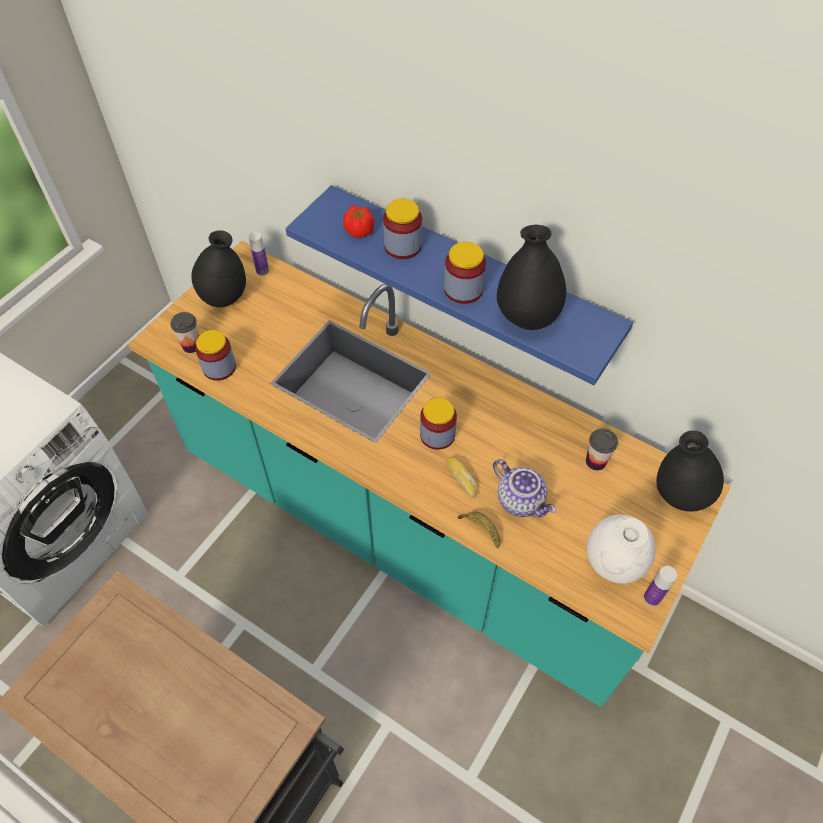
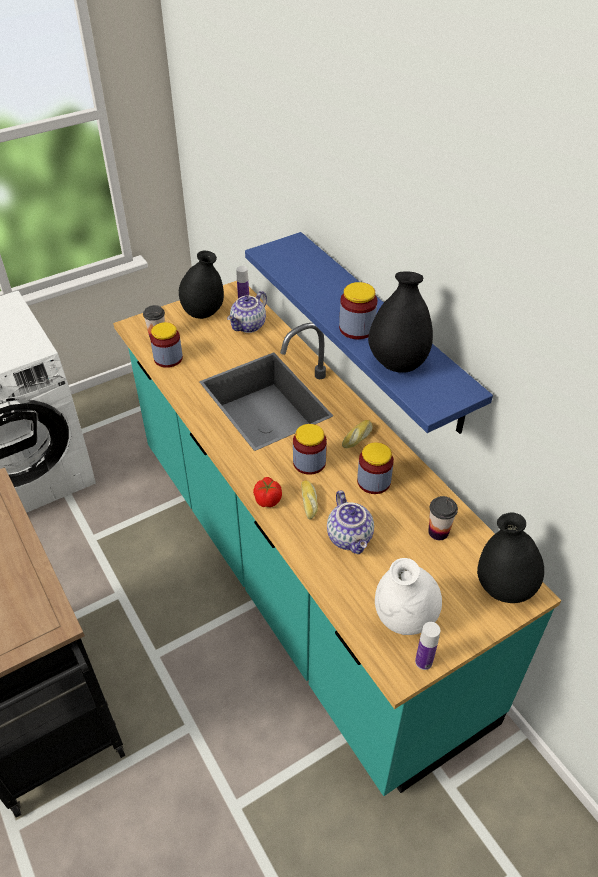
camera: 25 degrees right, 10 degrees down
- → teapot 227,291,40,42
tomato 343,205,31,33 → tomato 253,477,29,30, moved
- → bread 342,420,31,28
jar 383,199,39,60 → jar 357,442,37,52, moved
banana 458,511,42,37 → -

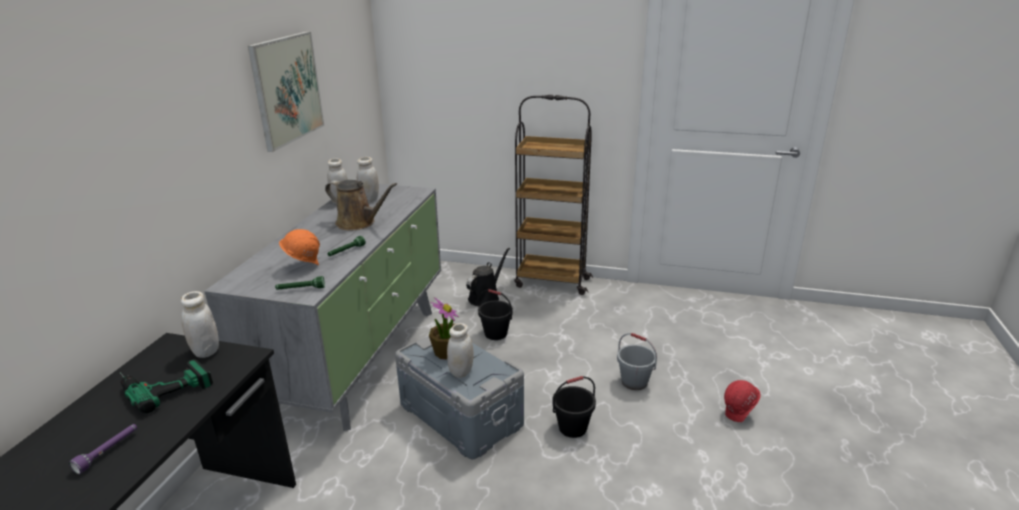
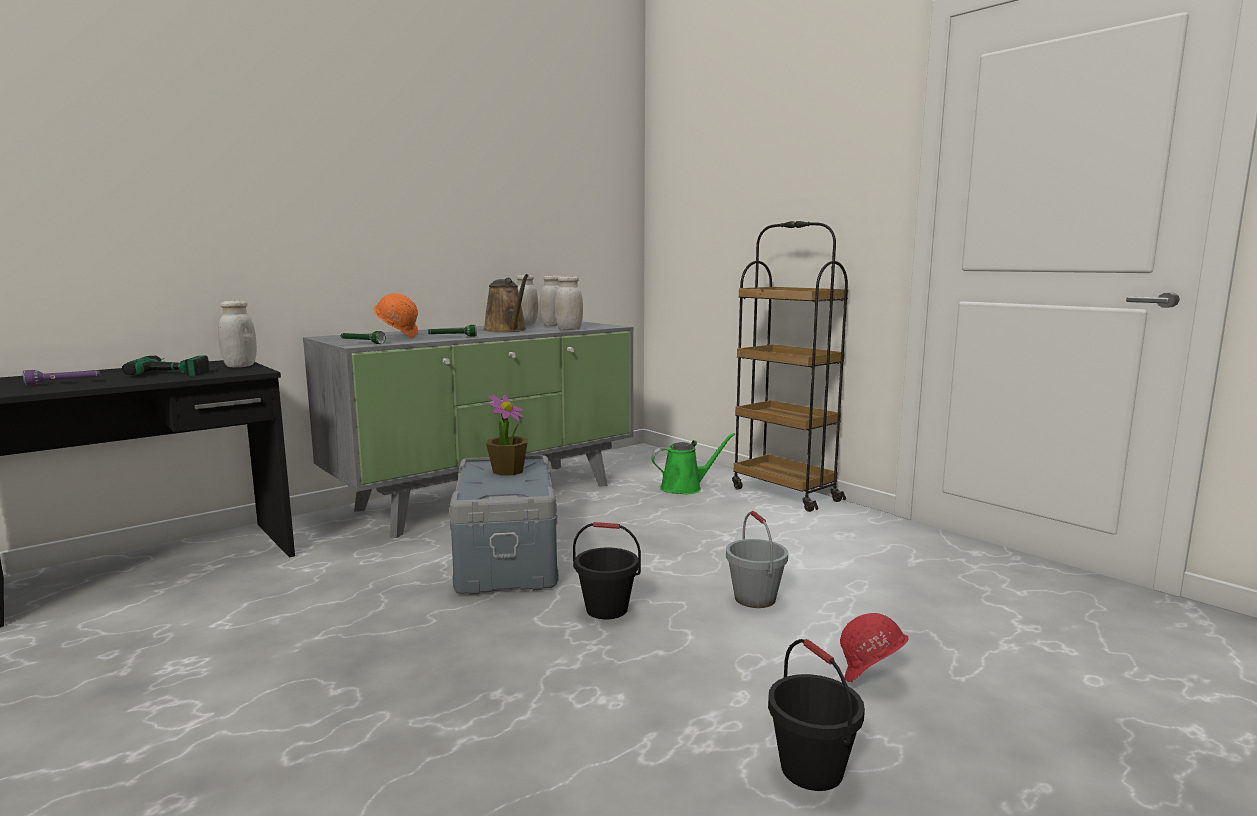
camera: 35 degrees right, 15 degrees down
white jar 447,323,26,55 → white jar 555,276,28,54, moved
black watering can 466,248,44,58 → green watering can 651,433,85,61
black bucket 478,289,35,51 → black bucket 768,639,97,152, moved
picture 248,31,76,121 → -

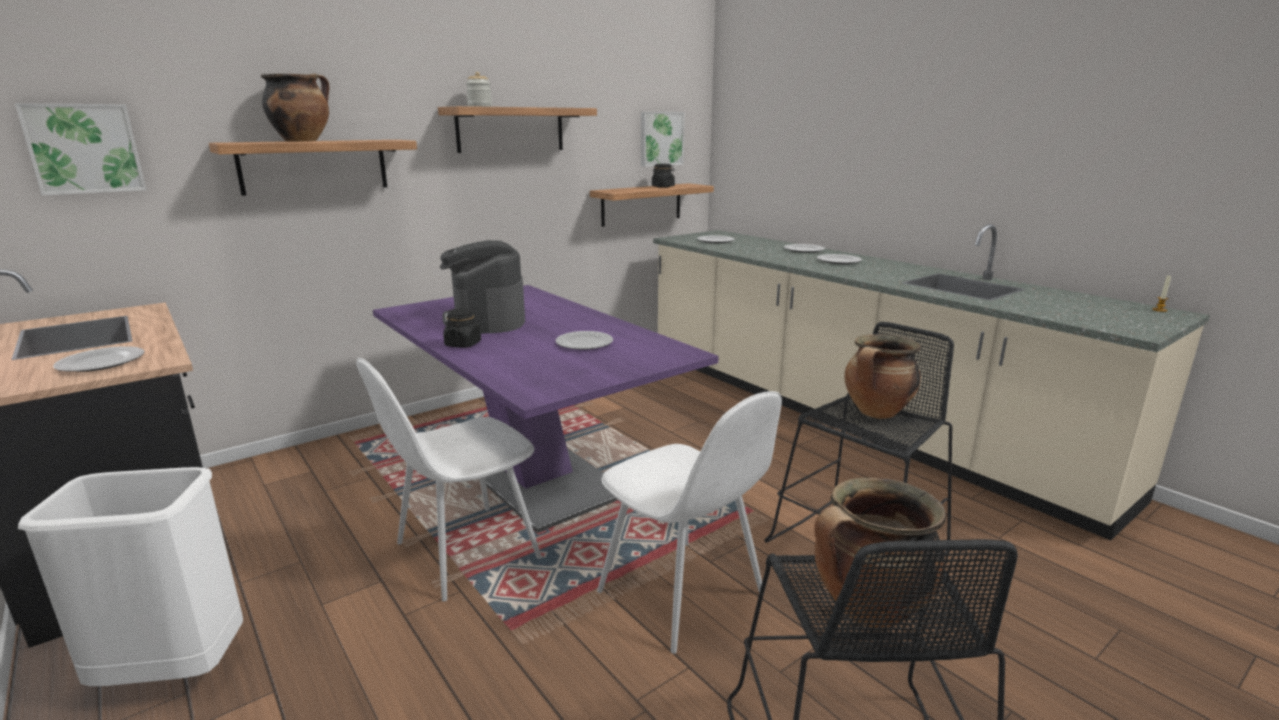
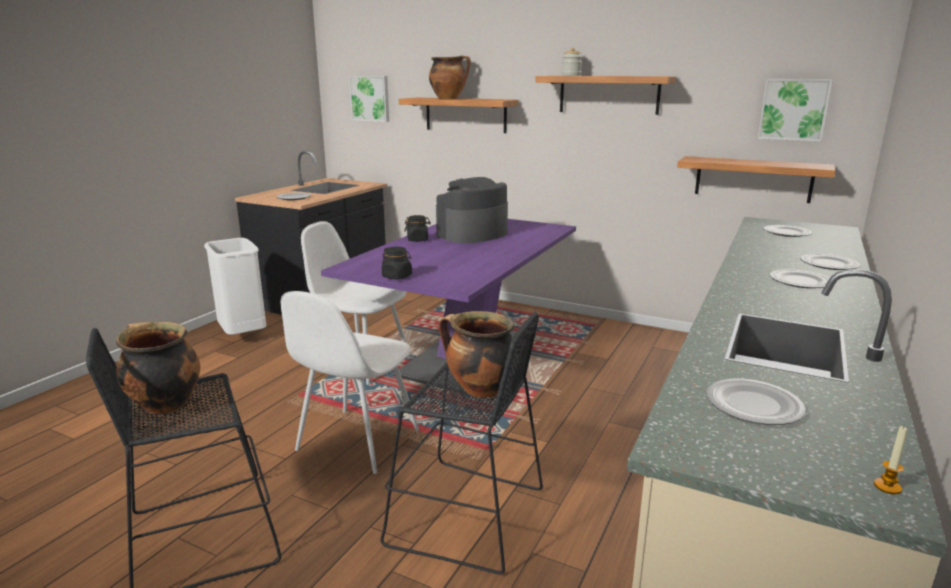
camera: 65 degrees right, 0 degrees up
black jar 652,164,23,24 → black jar 382,247,30,33, moved
plate 556,331,57,19 → plate 706,379,100,46, moved

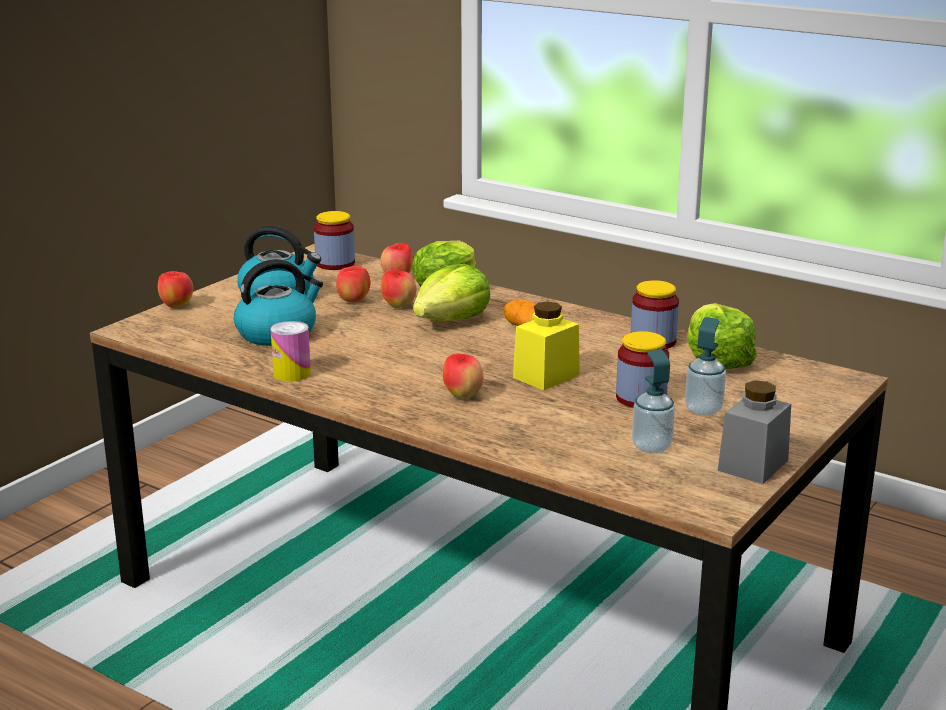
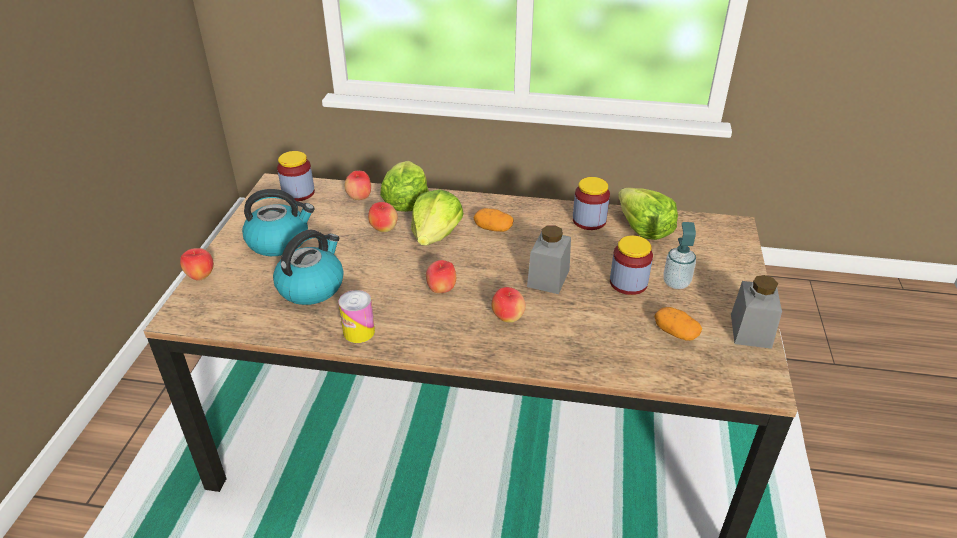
camera: 25 degrees left, 15 degrees up
apple 336,266,34,37 → apple 426,260,30,33, moved
yellow jar 513,301,67,89 → grey jar 527,225,44,69
soap dispenser 632,350,43,104 → potato 654,307,48,34

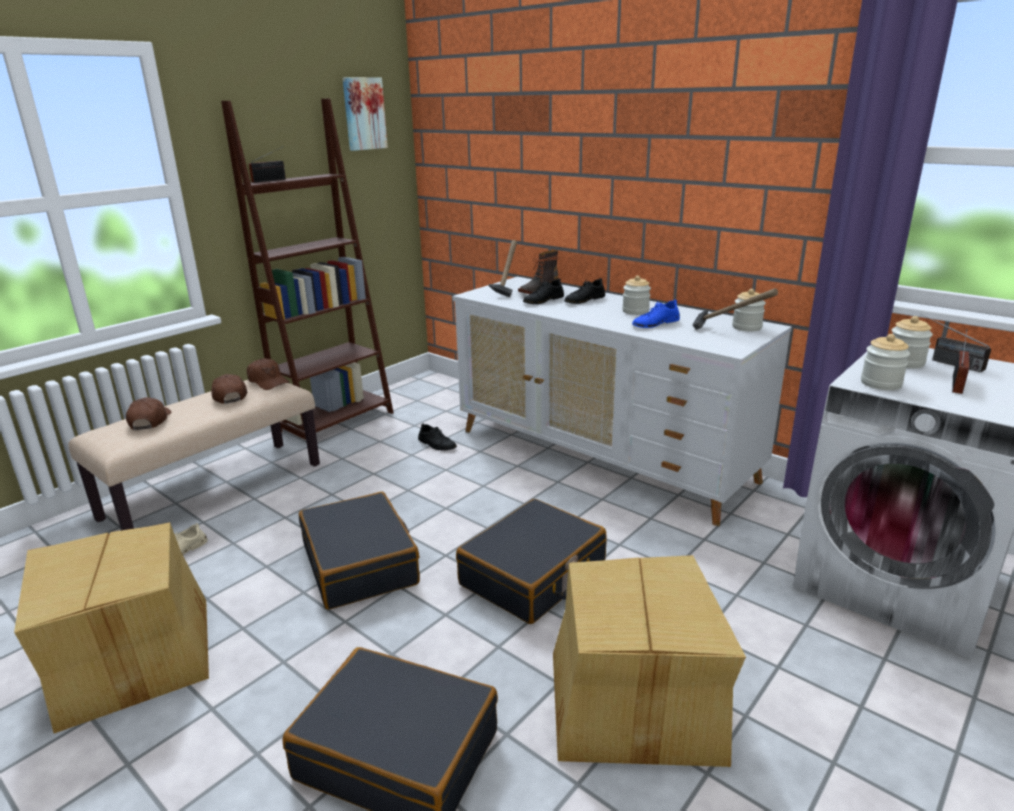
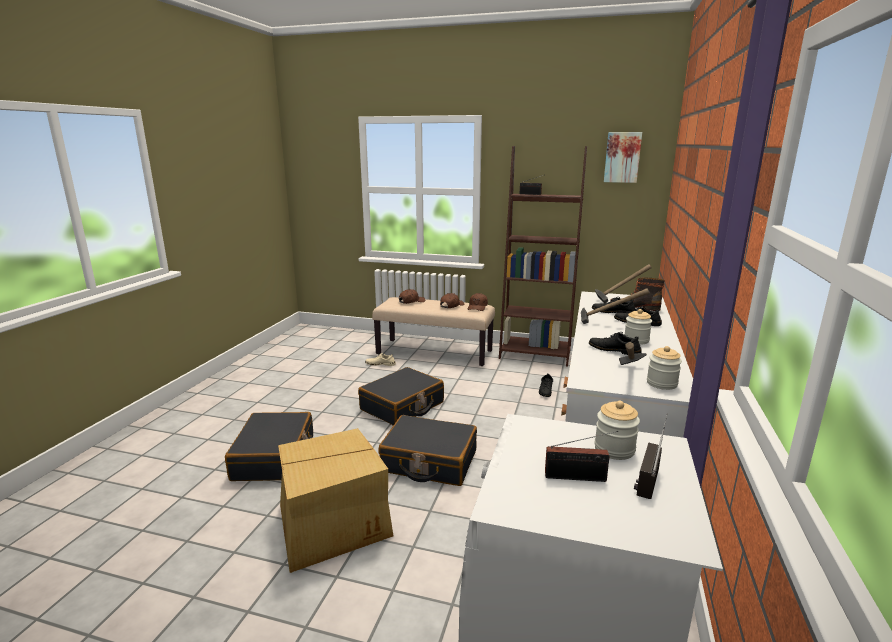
camera: 65 degrees right, 5 degrees down
- → hammer 581,288,69,36
blue shoe 632,299,48,29 → black shoe 589,332,53,23
cardboard box 14,522,195,211 → -
jar 861,334,49,56 → -

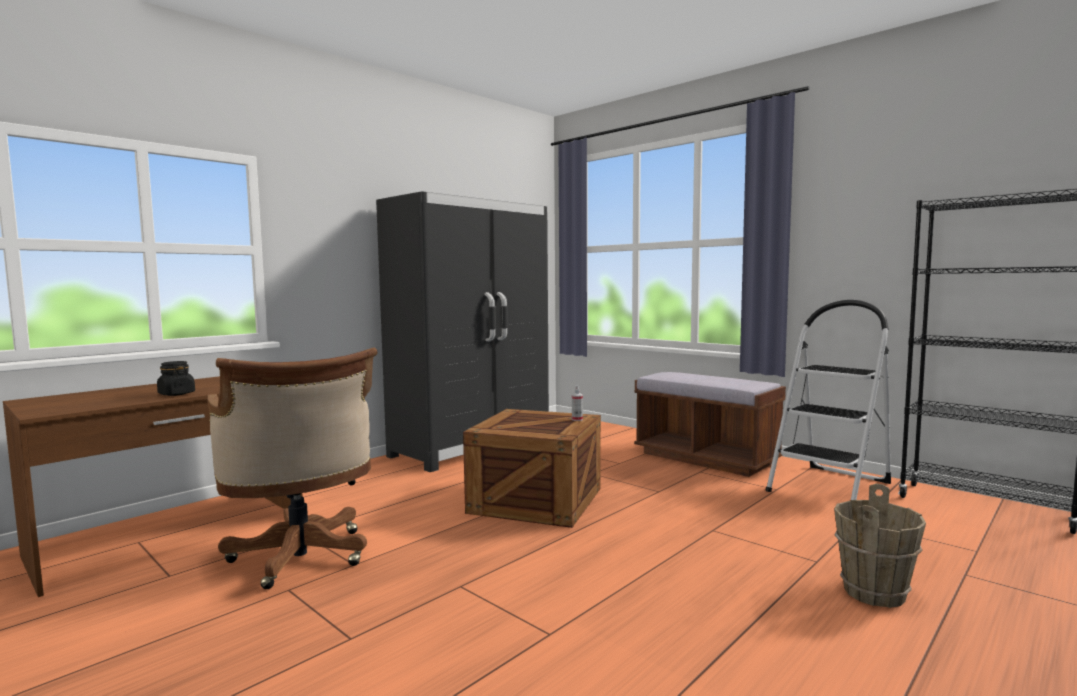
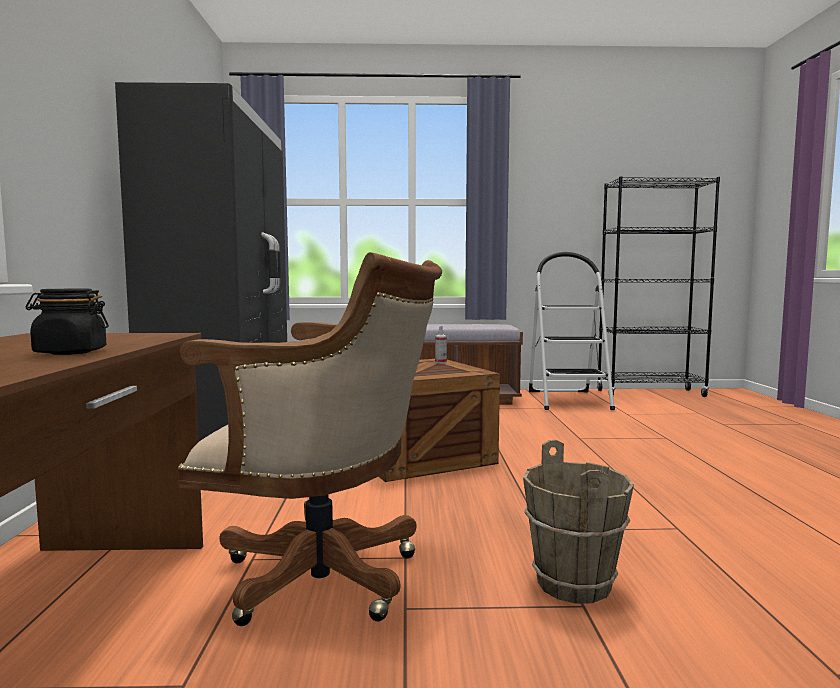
camera: 45 degrees left, 0 degrees up
brown bucket 834,484,92,124 → brown bucket 523,440,111,164, moved

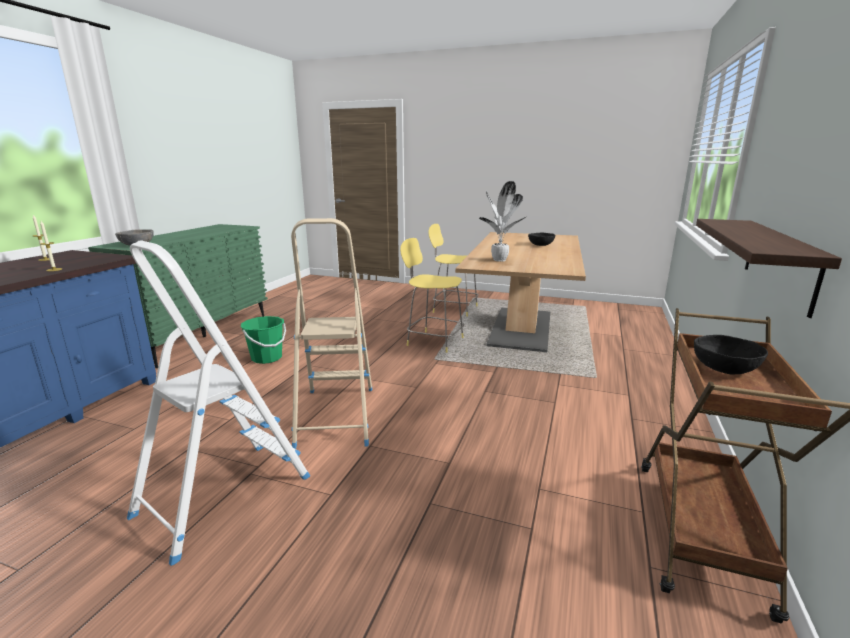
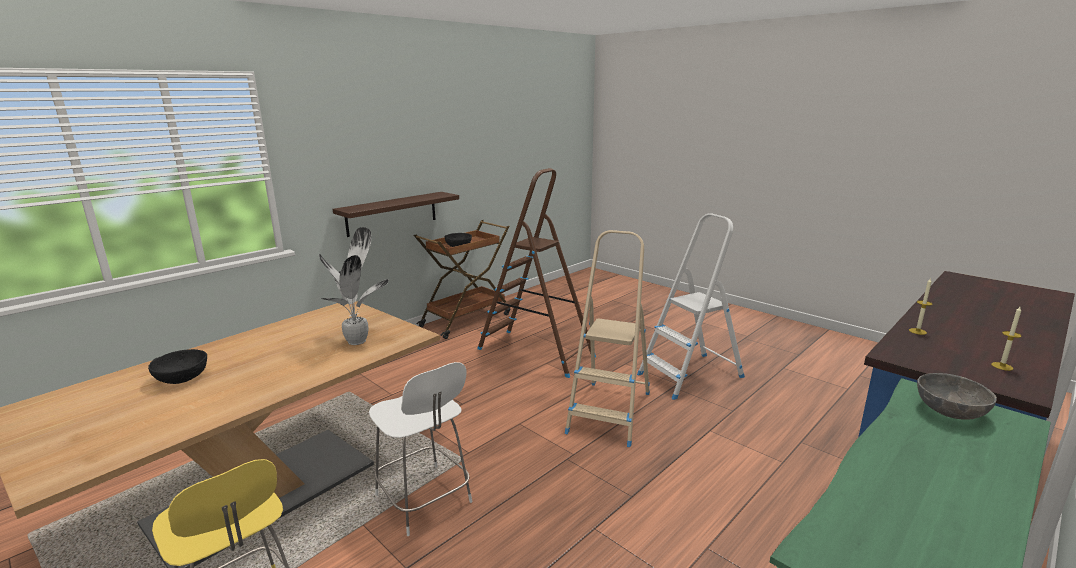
camera: 155 degrees left, 0 degrees up
yellow stool 400,238,64,115 → white stool 369,362,103,174
- → brown step ladder 477,168,119,210
green bucket 241,316,45,48 → -

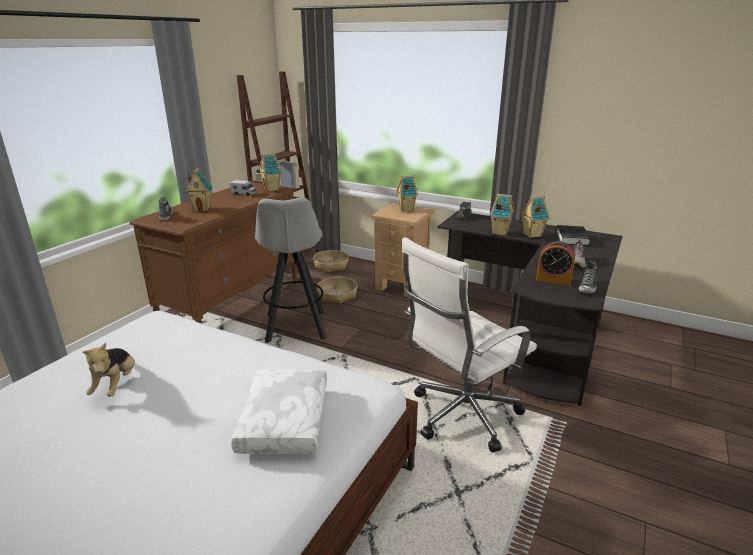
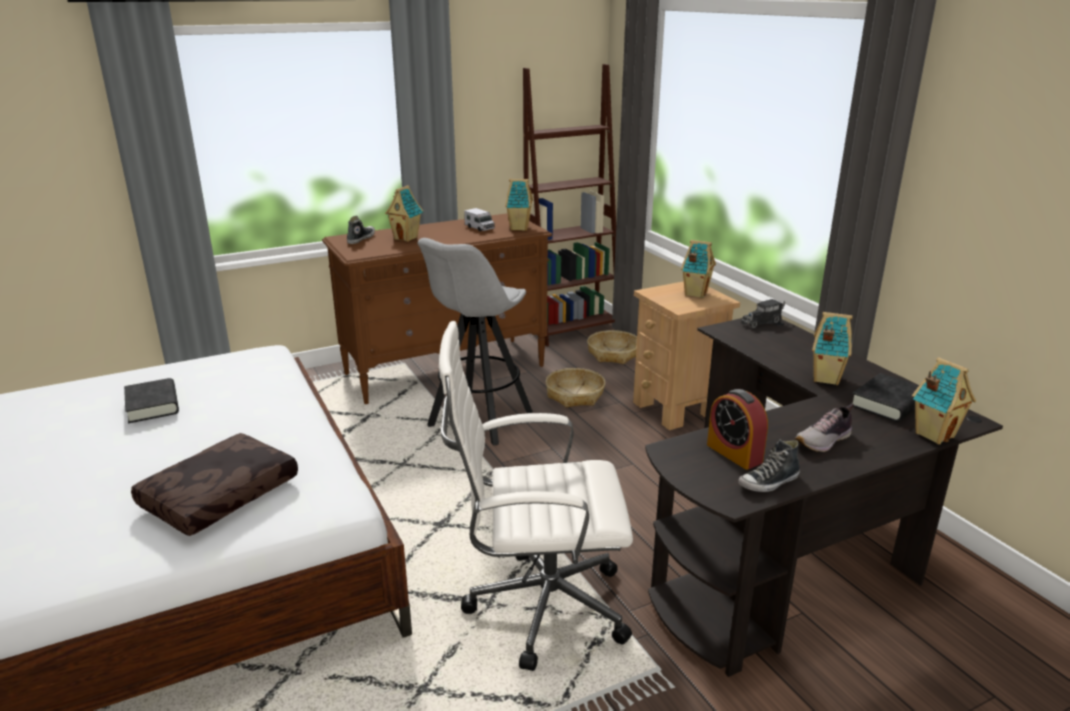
camera: 35 degrees right, 0 degrees up
plush toy 82,342,53,55 → black book 124,378,55,45
white pillow 231,369,96,85 → brown pillow 131,433,167,103
toy house 490,194,25,42 → toy house 912,357,64,87, moved

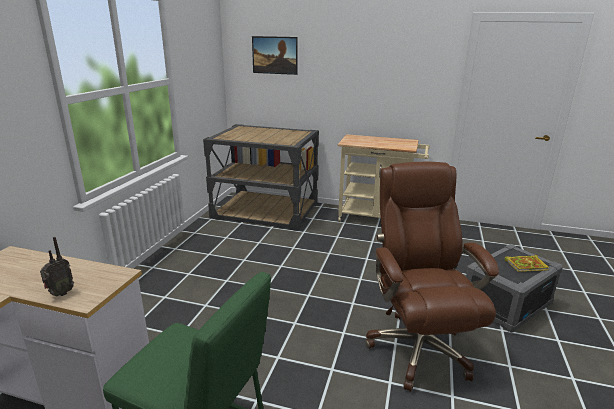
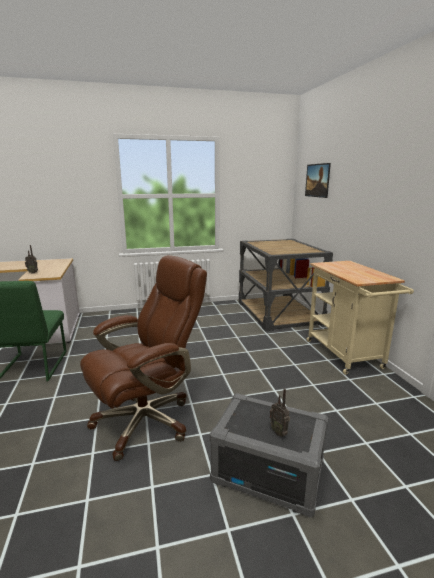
camera: 60 degrees right, 5 degrees down
book 505,255,44,17 → radio 270,389,20,48

